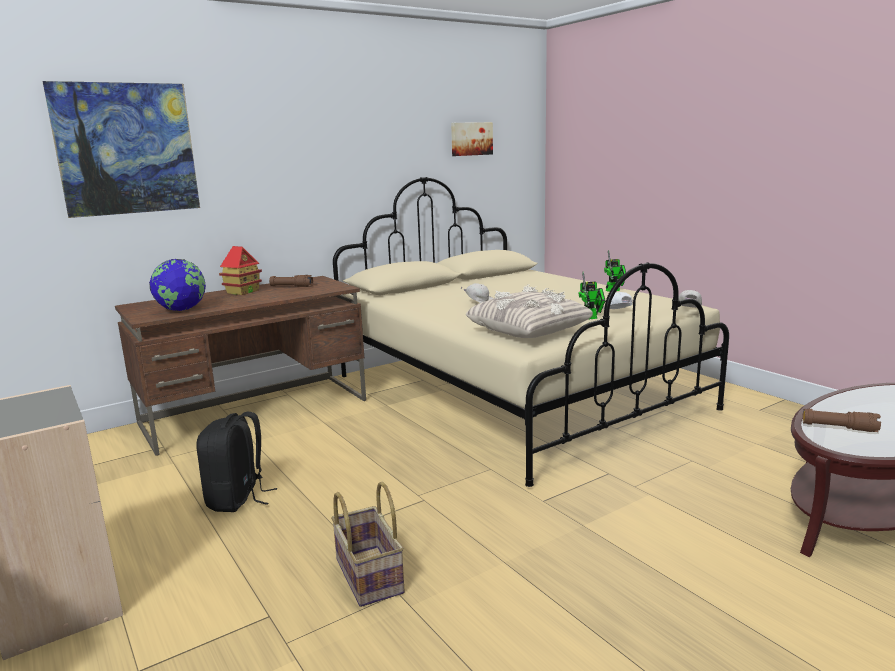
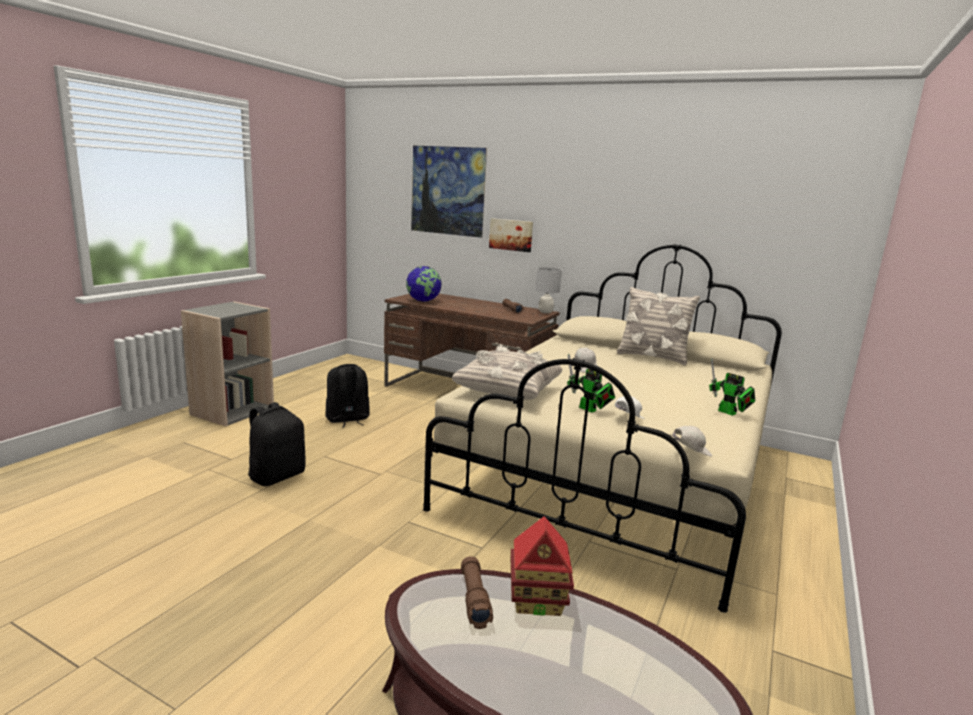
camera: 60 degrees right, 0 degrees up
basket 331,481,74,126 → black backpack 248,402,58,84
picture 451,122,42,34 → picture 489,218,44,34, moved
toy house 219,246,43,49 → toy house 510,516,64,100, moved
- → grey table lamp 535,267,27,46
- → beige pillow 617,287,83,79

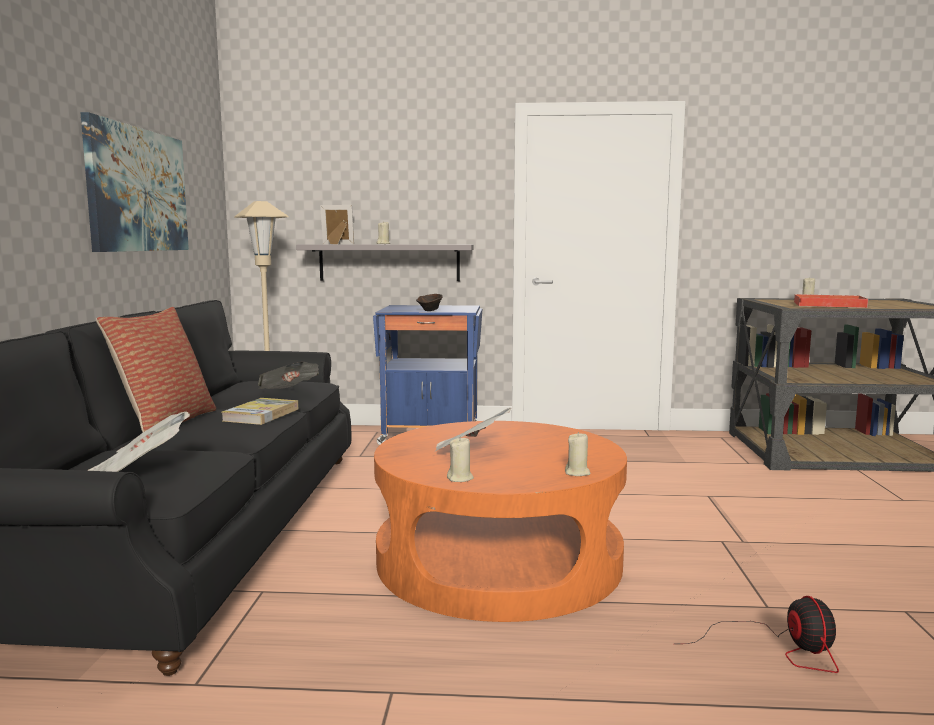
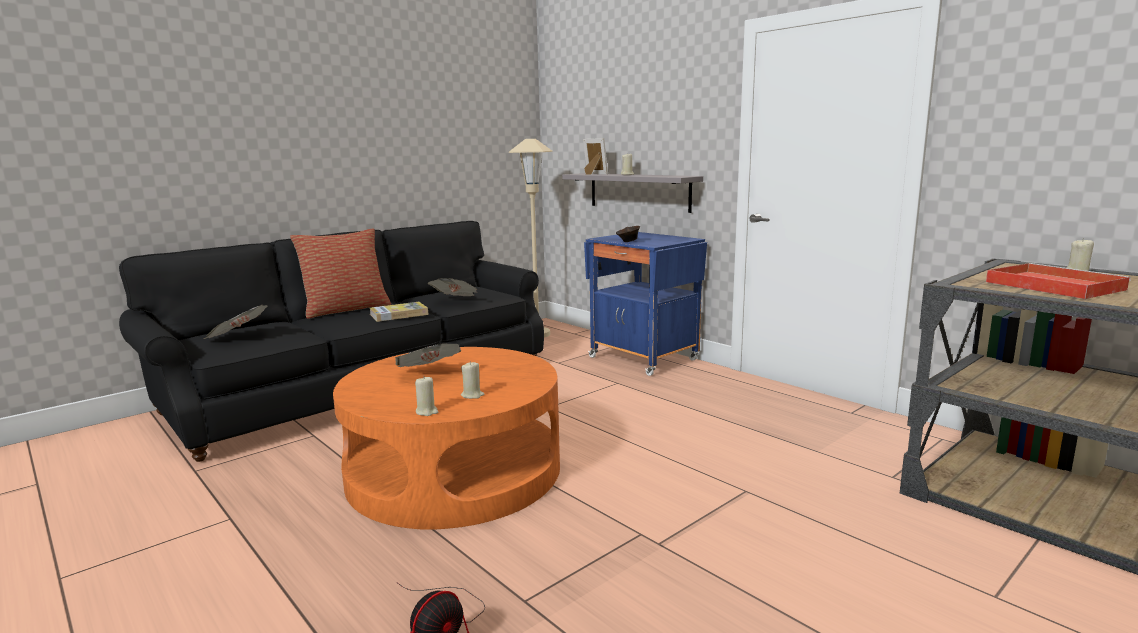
camera: 45 degrees right, 5 degrees up
beige candle 447,437,27,45 → beige candle 461,361,23,38, moved
picture 80,112,109,140 → -

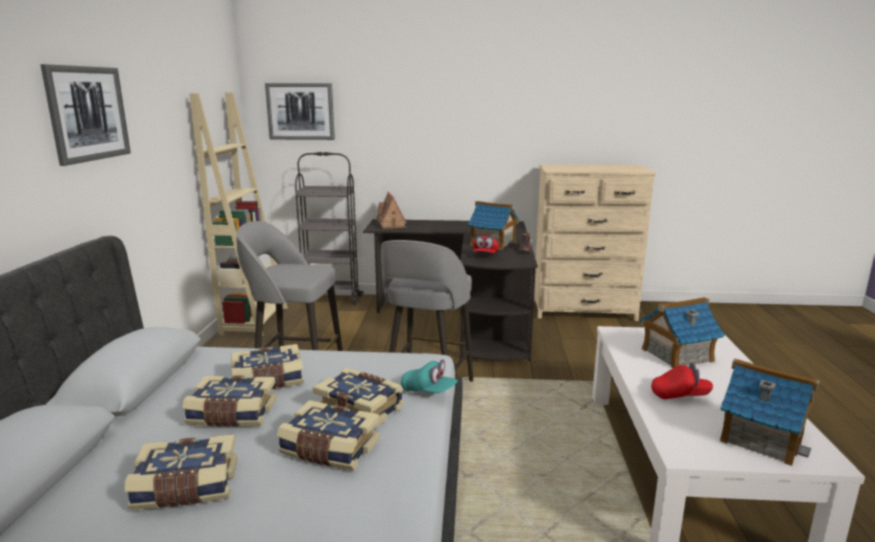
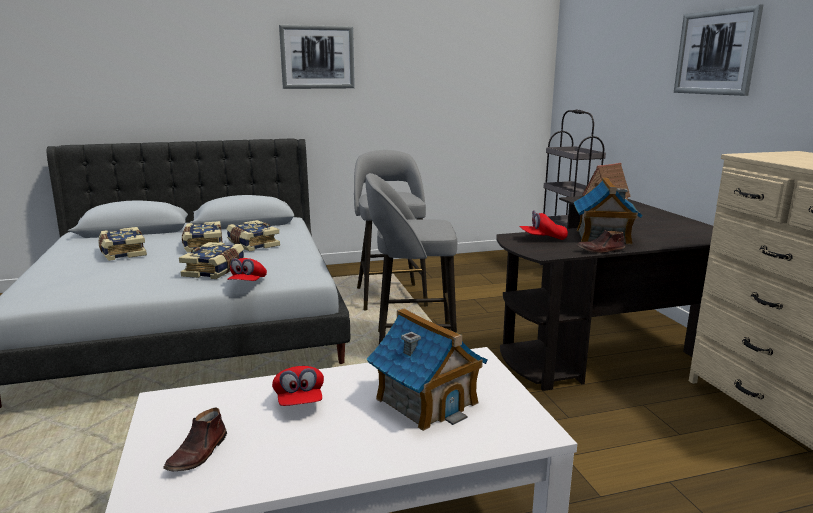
camera: 70 degrees right, 0 degrees up
toy house 720,359,100,107 → brown shoe 163,407,64,64
turquoise cap 401,359,56,34 → red cap 227,258,40,23
picture 265,83,70,57 → picture 674,4,89,92, moved
beige bookcase 189,92,99,244 → -
book 277,400,103,71 → -

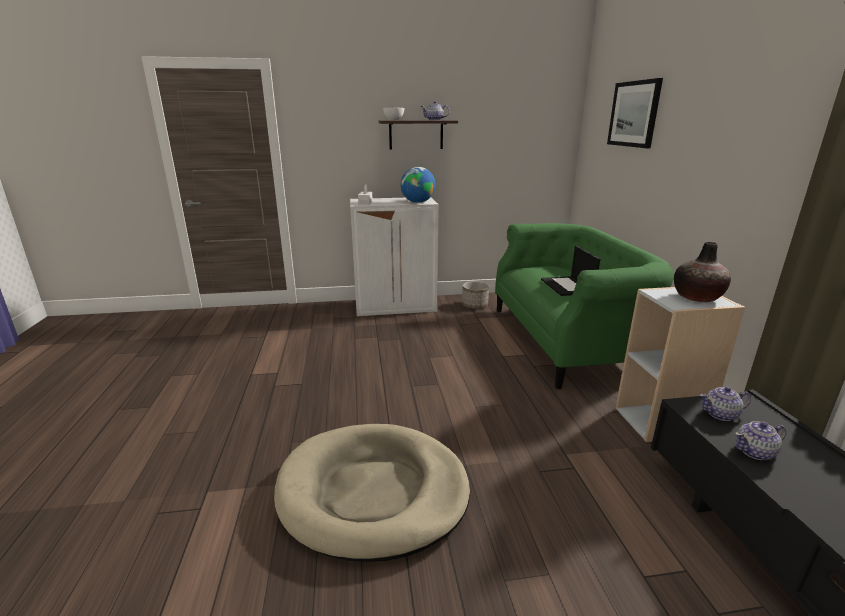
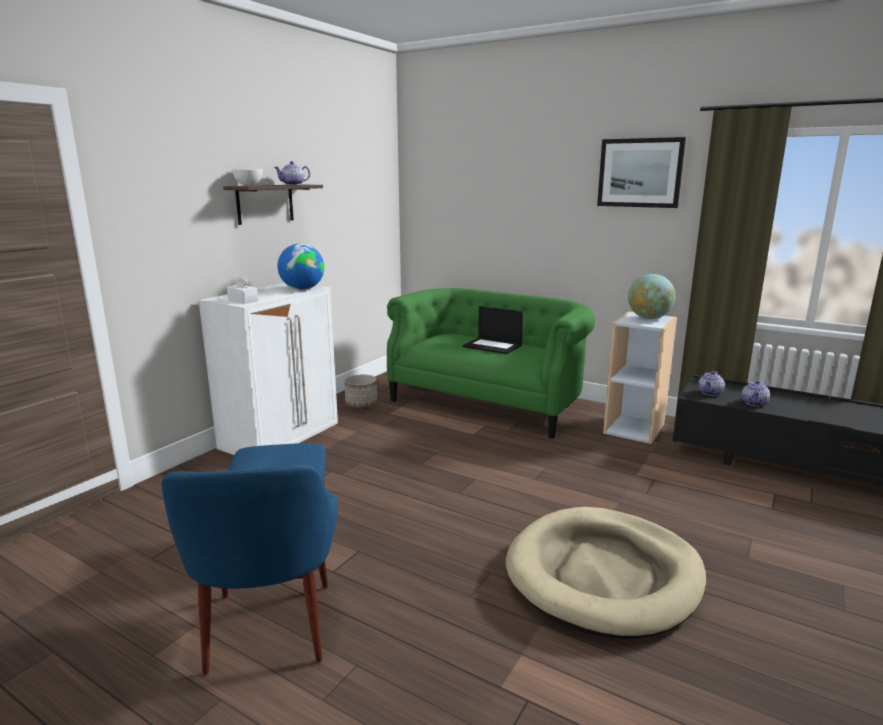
camera: 50 degrees left, 5 degrees down
- → blue armchair 162,443,176,232
picture 607,78,56,70 → picture 597,137,89,71, moved
vase 674,242,57,60 → globe 628,274,47,45

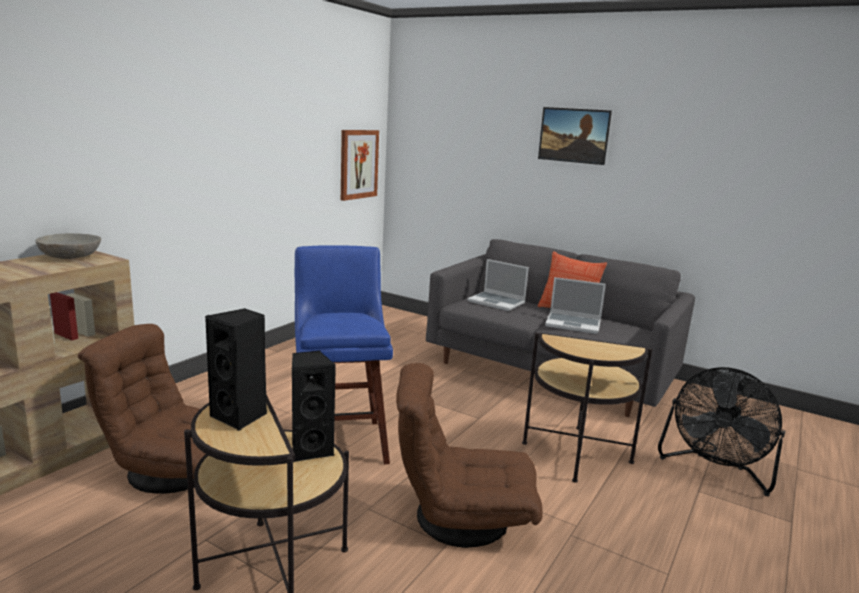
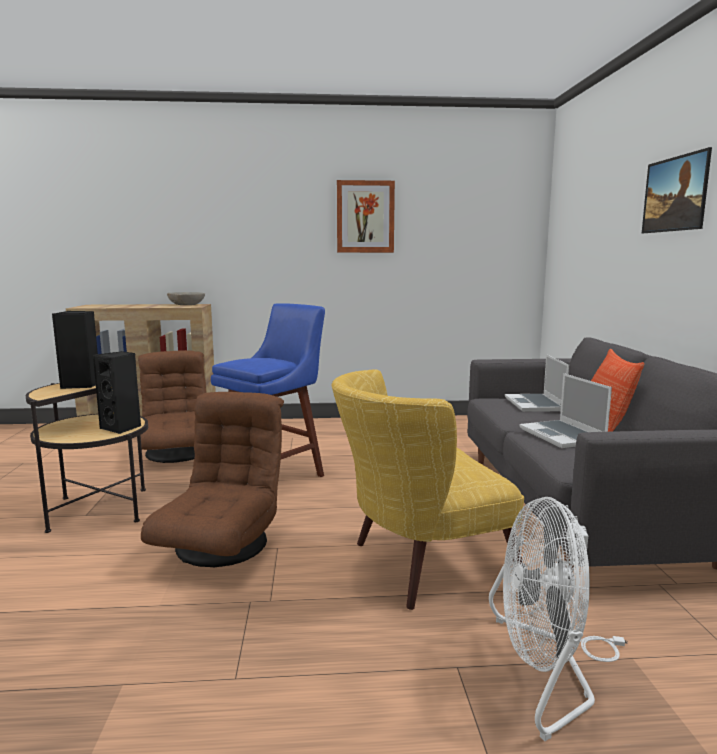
camera: 55 degrees right, 5 degrees down
brown armchair 396,363,147,185 → brown armchair 141,392,143,175, 45 degrees clockwise
side table 522,333,130,150 → yellow armchair 332,369,192,241
picture 341,130,38,71 → picture 337,180,58,73, moved
black fan 658,367,127,129 → white fan 489,497,139,245

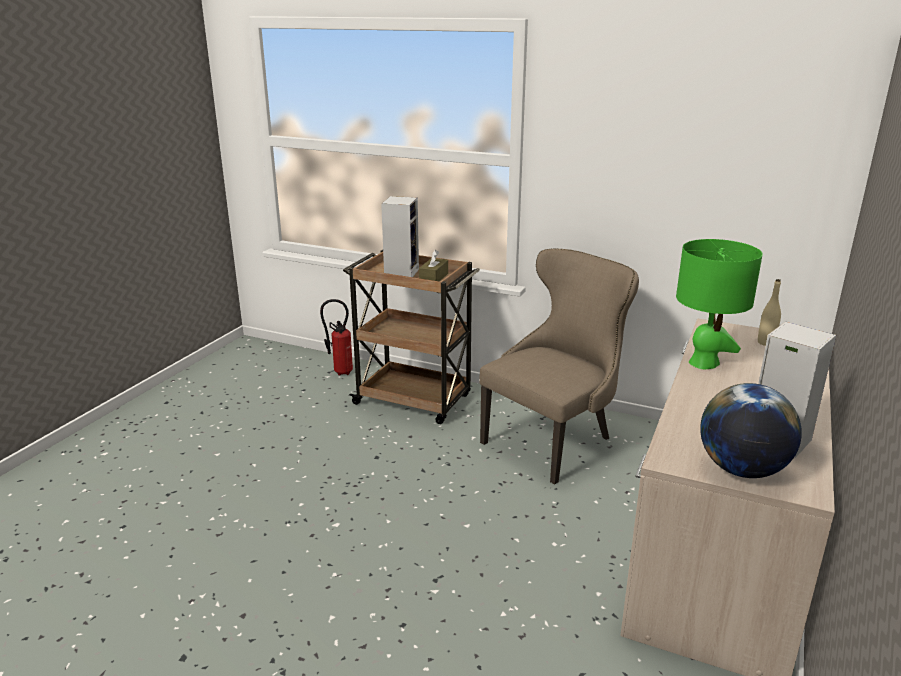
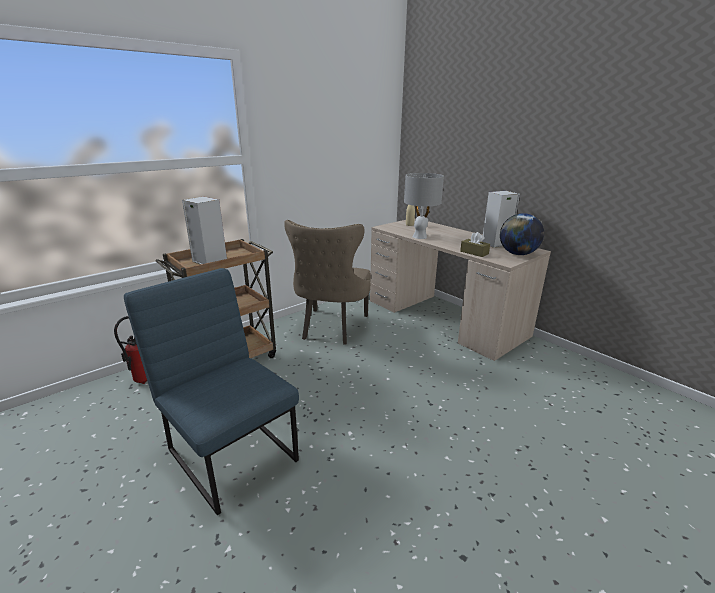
camera: 65 degrees left, 0 degrees up
- → blue chair 124,268,175,248
beige chair 479,248,160,236 → beige chair 284,220,87,125, 150 degrees counterclockwise
green table lamp 676,239,87,130 → grey table lamp 404,173,40,66
brown tissue box 419,250,29,31 → brown tissue box 460,232,30,25, moved

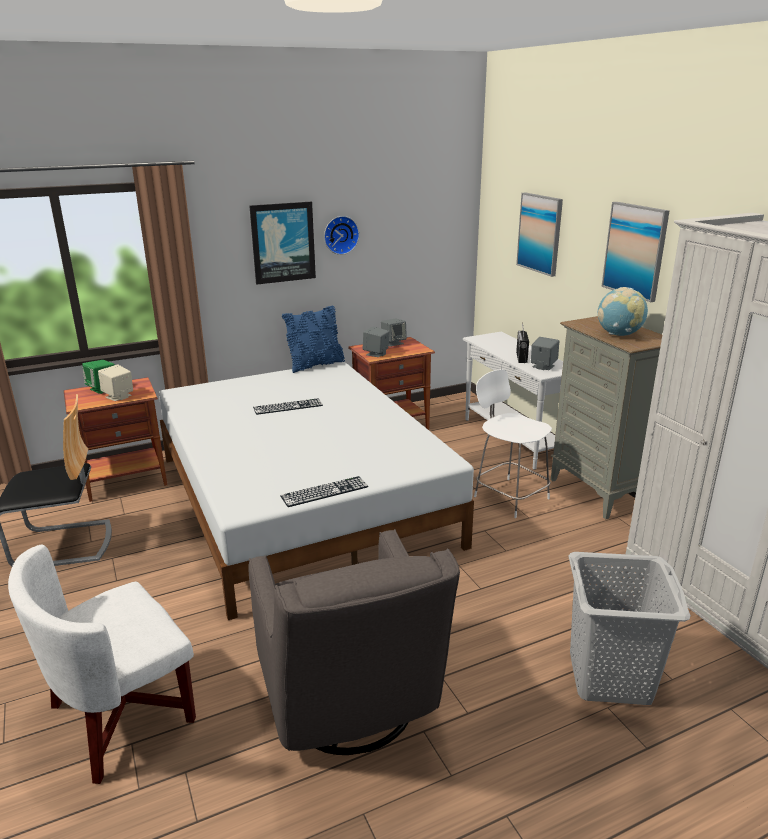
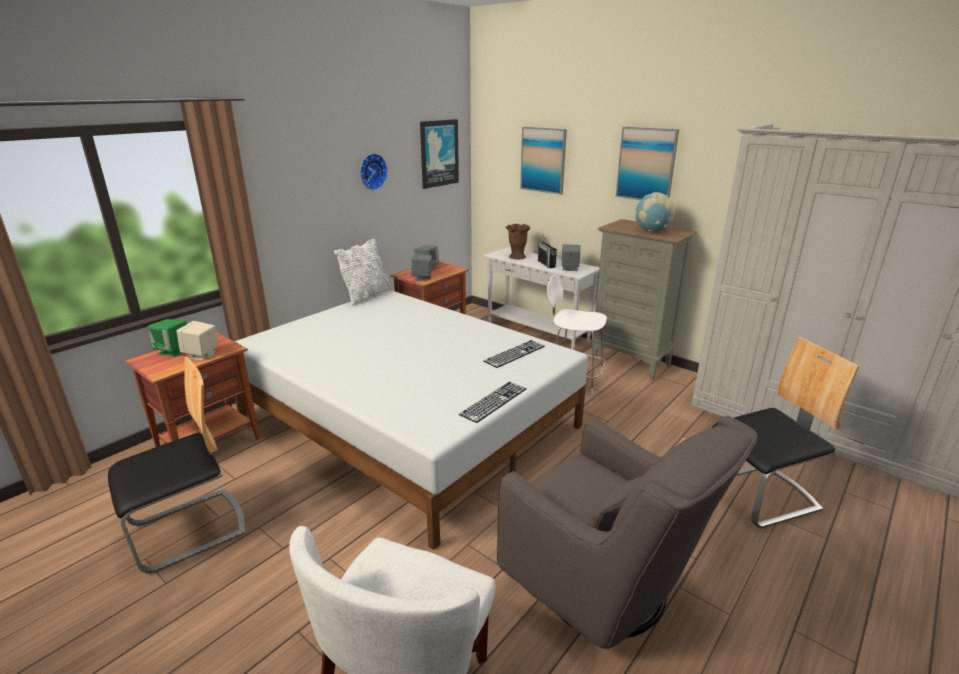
camera: 25 degrees left, 0 degrees up
blue pillow 282,306,63,67 → white pillow 334,239,57,67
picture 249,202,67,82 → picture 420,119,39,70, moved
keyboard 253,398,70,17 → keyboard 483,340,62,28, moved
- → brown vase 506,224,25,36
grey laundry basket 569,552,122,153 → chair 712,337,148,191

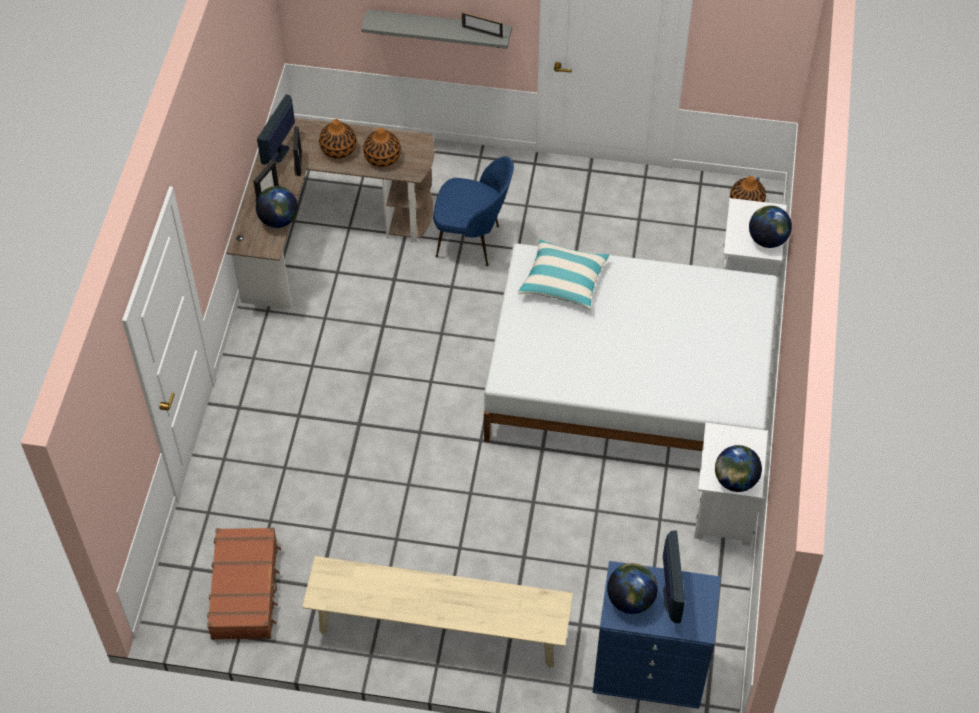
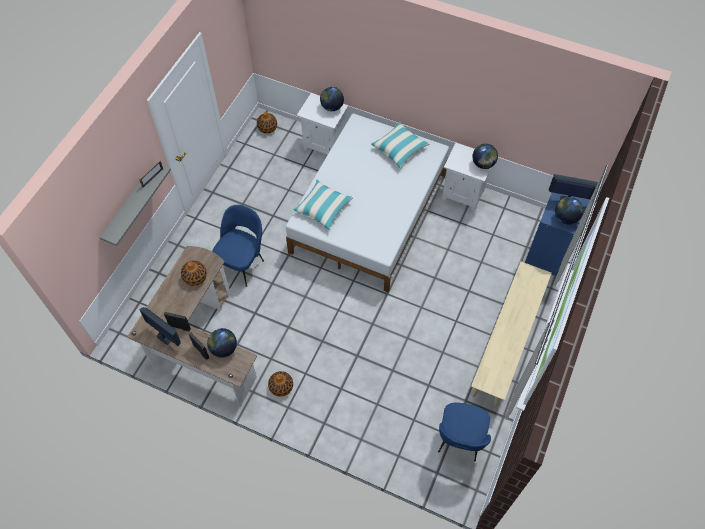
camera: 75 degrees left, 5 degrees up
vase 319,119,38,40 → vase 268,371,25,26, moved
- → pillow 371,121,58,47
brown suitcase 207,528,74,112 → blue chair 438,402,53,59

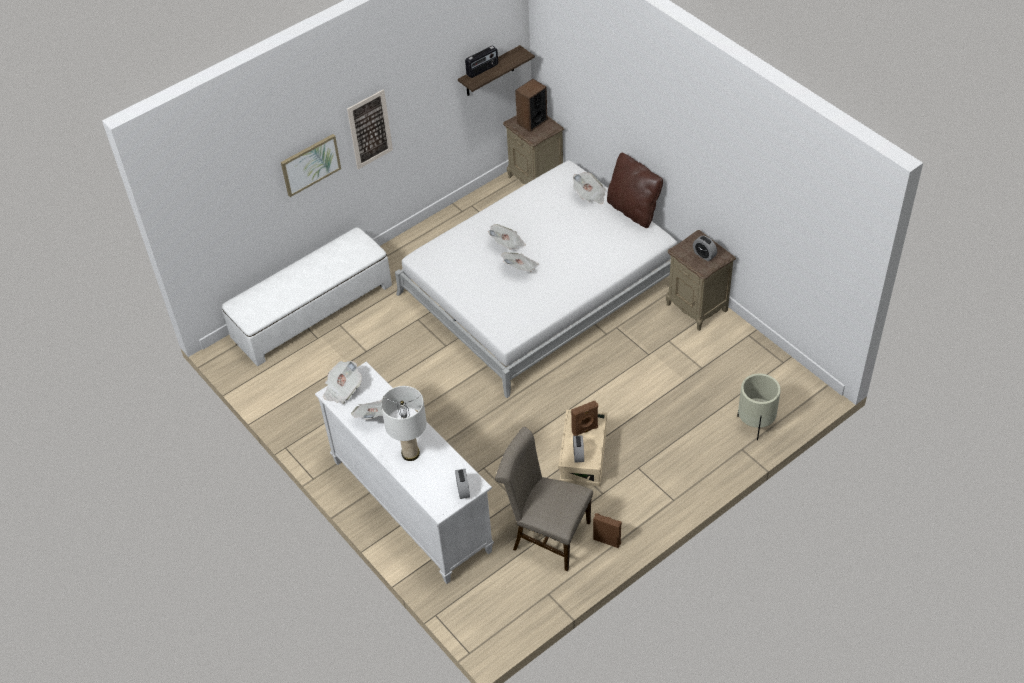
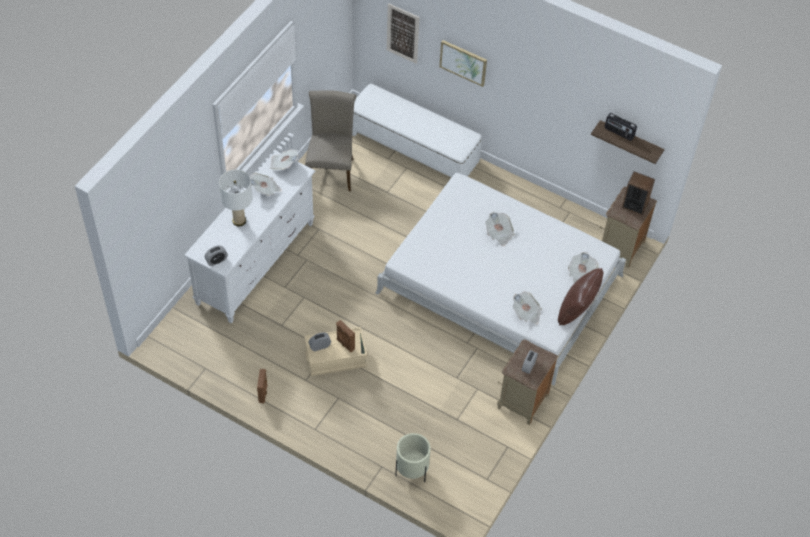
camera: 65 degrees right, 5 degrees up
beige chair 495,427,98,144 → beige chair 305,90,51,101, moved
picture 347,89,46,80 → picture 387,3,33,61, moved
newspaper 501,252,38,20 → newspaper 513,292,29,32, moved

